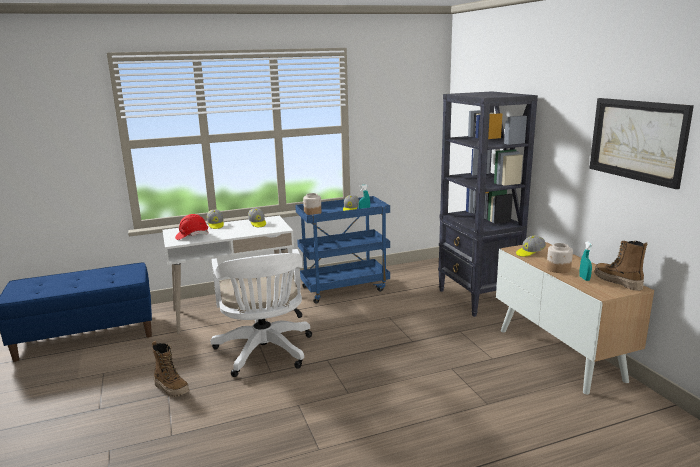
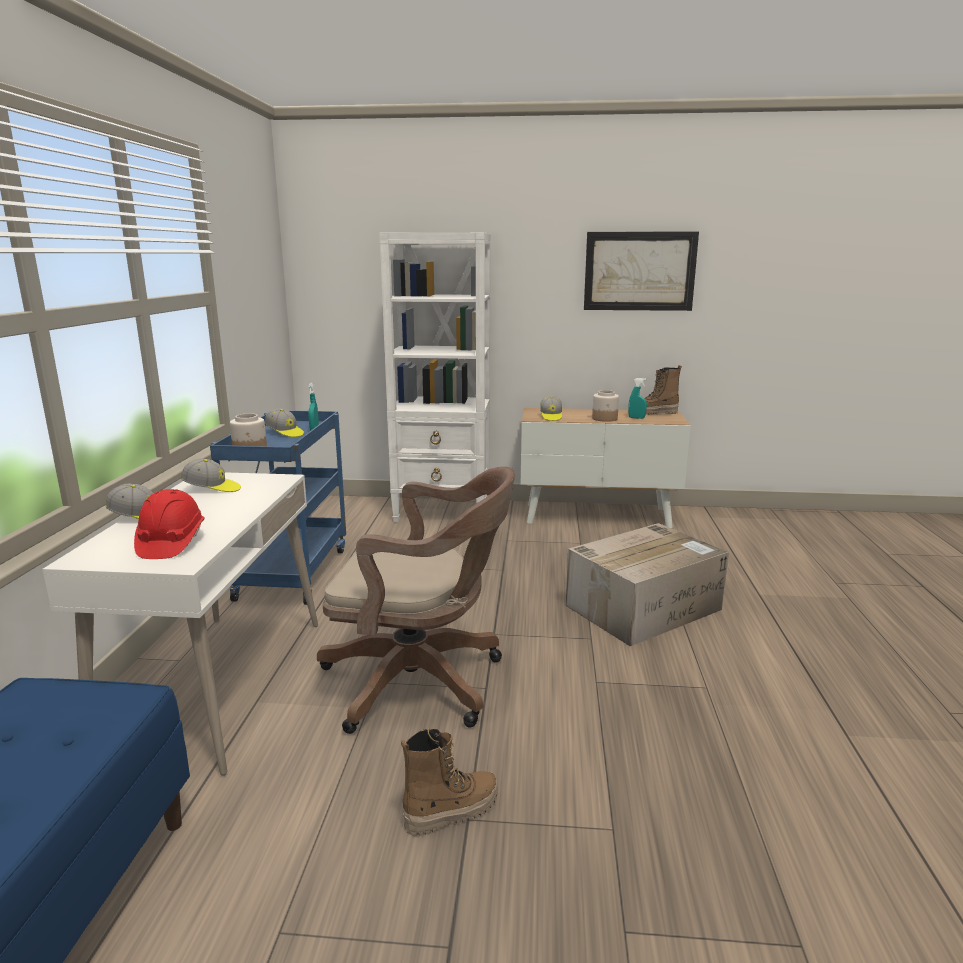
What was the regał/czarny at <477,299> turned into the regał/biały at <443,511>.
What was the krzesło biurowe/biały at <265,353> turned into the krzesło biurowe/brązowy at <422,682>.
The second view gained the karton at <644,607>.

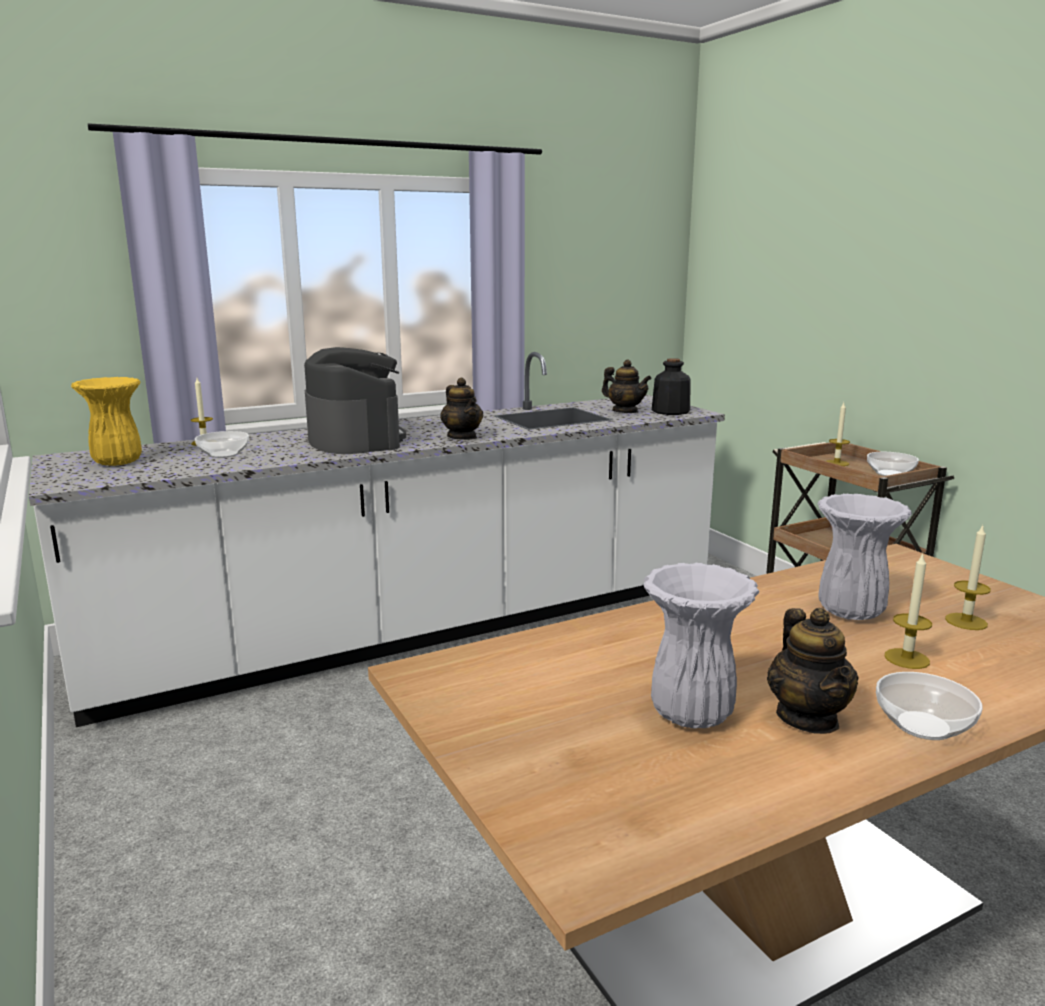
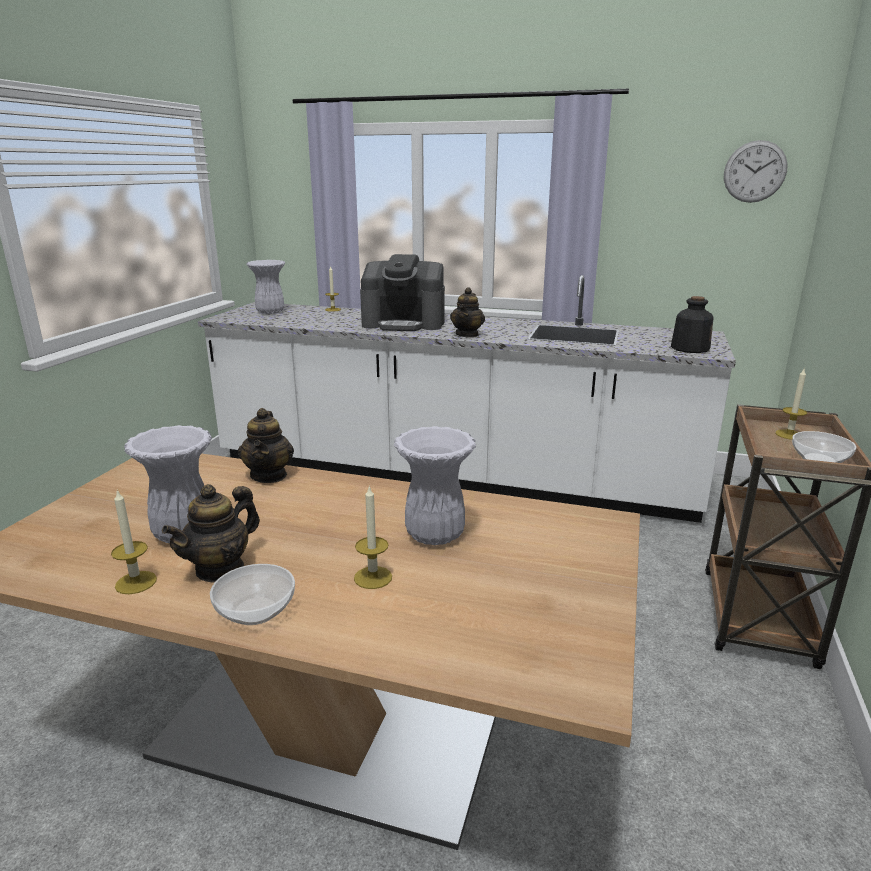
The ekspres do kawy at <355,440> ended up facing another way, 75 degrees clockwise from before.
The imbryk ended up elsewhere, having gone from <625,411> to <269,475>.
What was the wazon/żółty at <117,462> turned into the wazon/biały at <270,312>.
The second view lost the miska at <224,454>.
The świeca ended up elsewhere, having gone from <966,621> to <136,582>.
The second view gained the zegar ścienny at <755,171>.

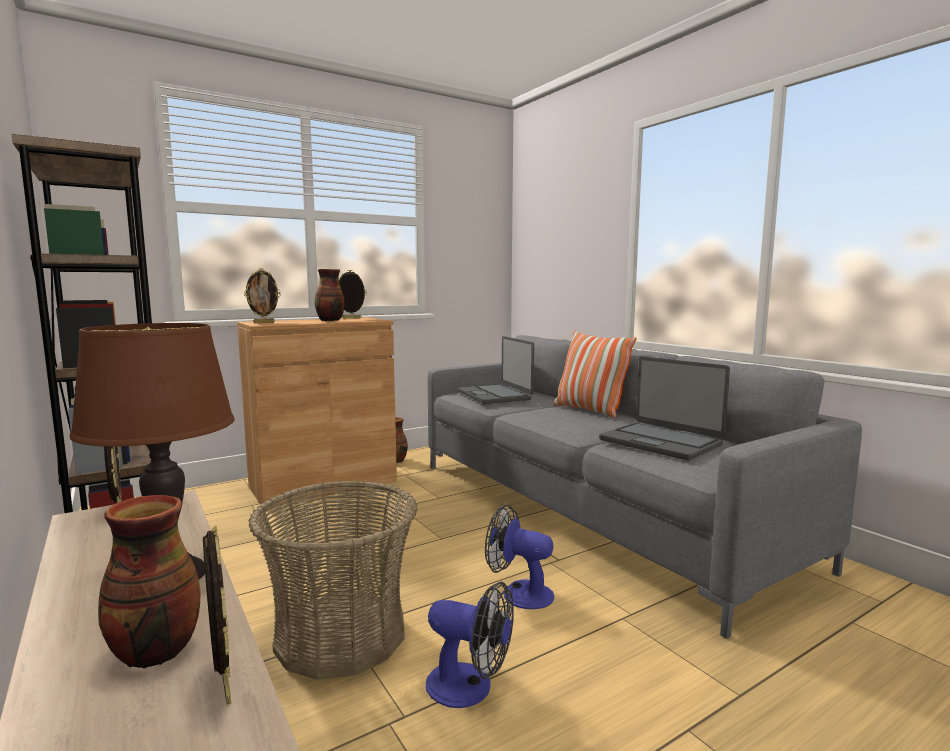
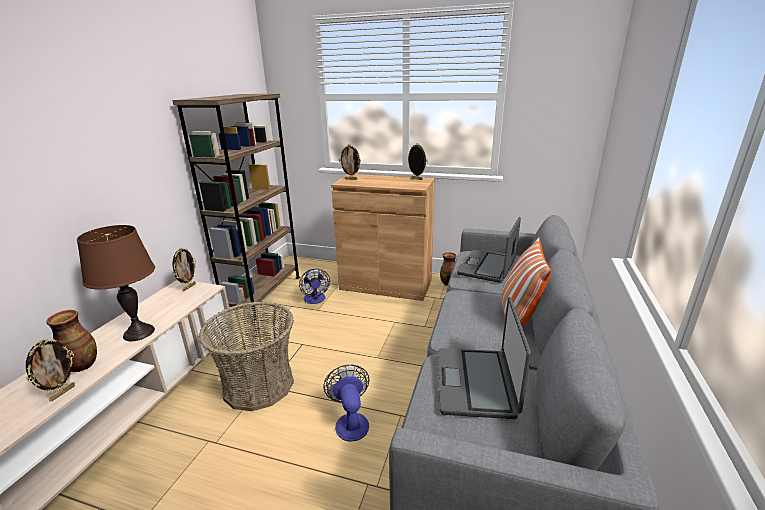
The second view lost the wazon at <329,320>.
The wentylator ended up elsewhere, having gone from <470,688> to <315,300>.

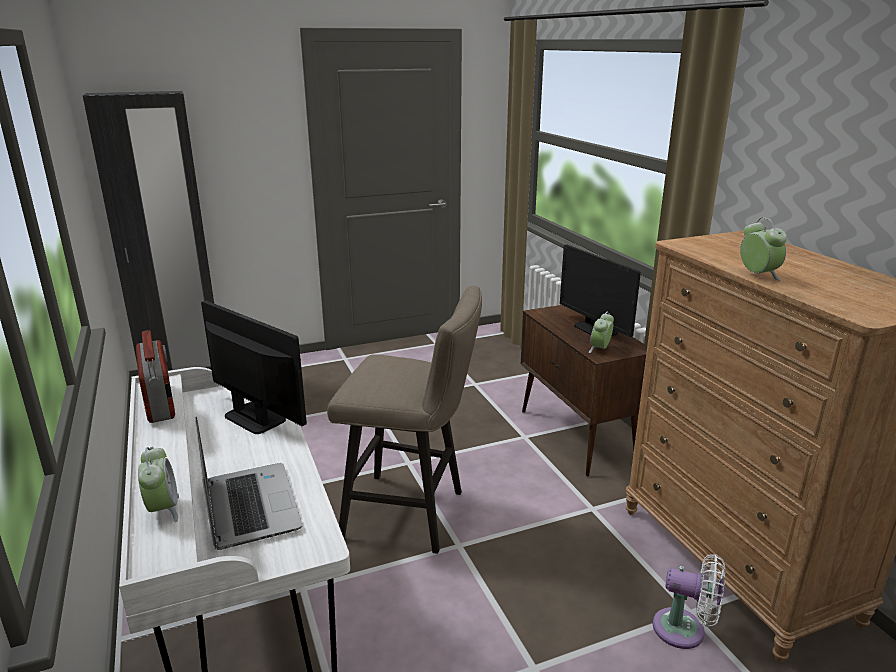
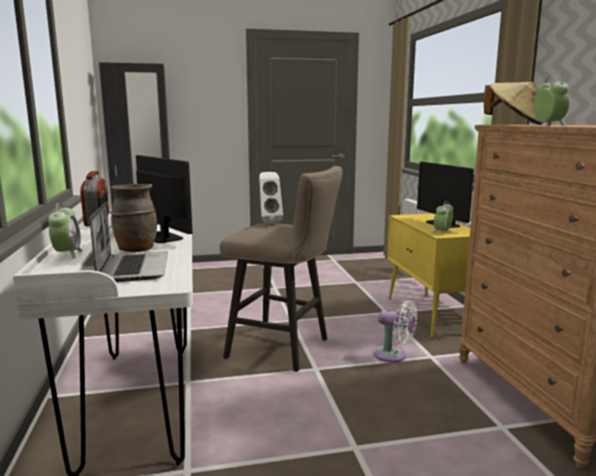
What was the szafka/brązowy at <577,436> turned into the szafka/żółty at <429,315>.
The wentylator/biały ended up elsewhere, having gone from <684,630> to <393,355>.
The second view gained the kapelusz/beżowy at <513,124>.
The second view gained the głośnik/biały at <269,223>.
The second view gained the wazon/brązowy at <136,250>.

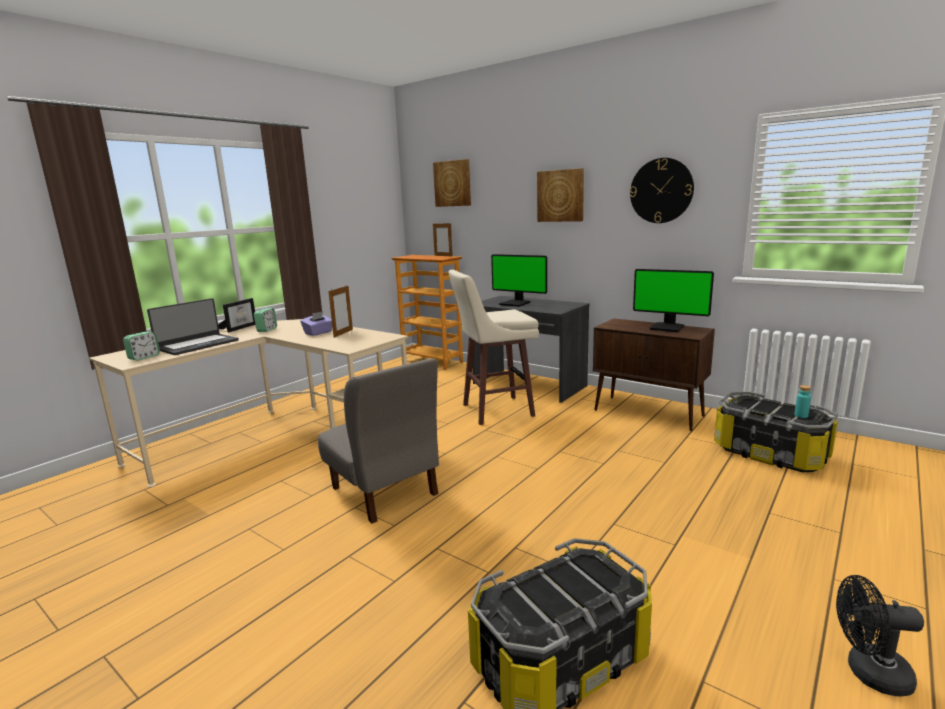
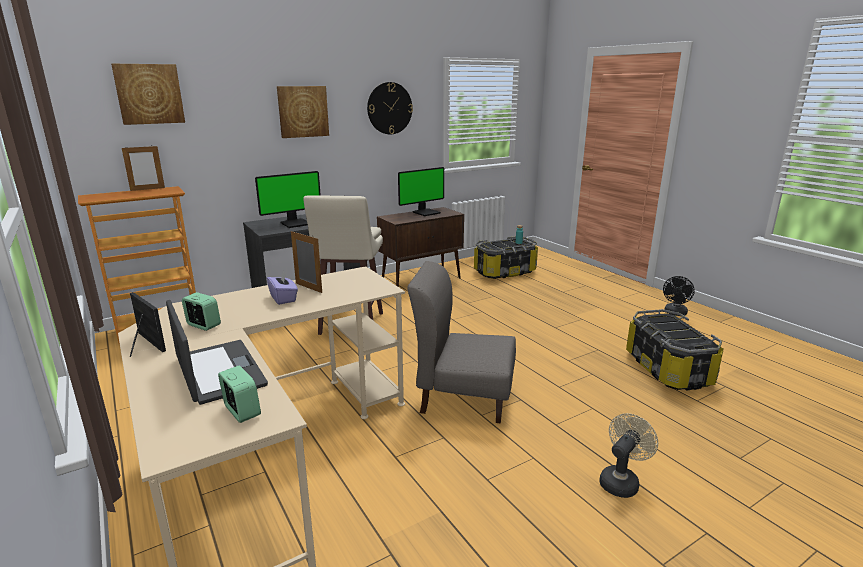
The krzesło/szary at <384,491> ended up facing another way, 150 degrees counterclockwise from before.
The second view gained the wentylator/beżowy at <621,481>.

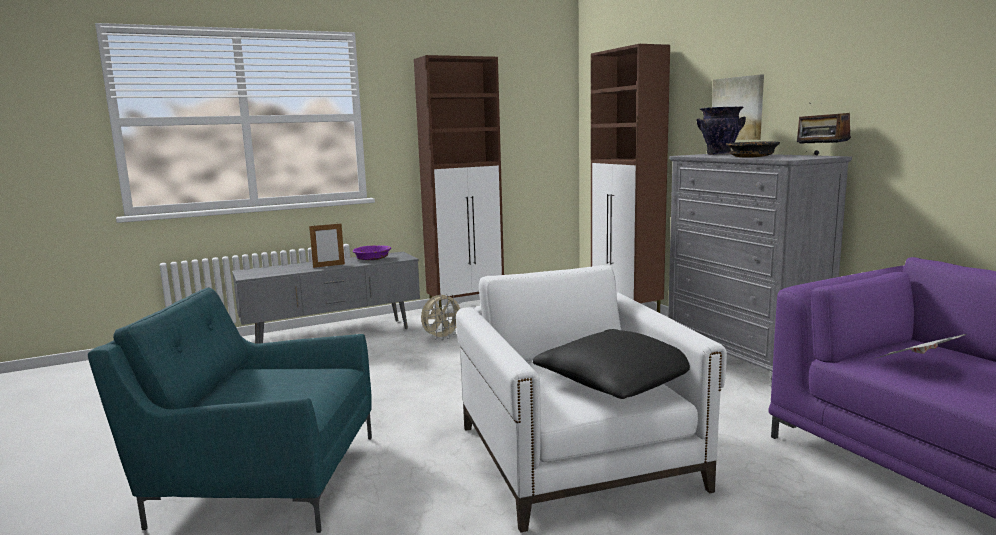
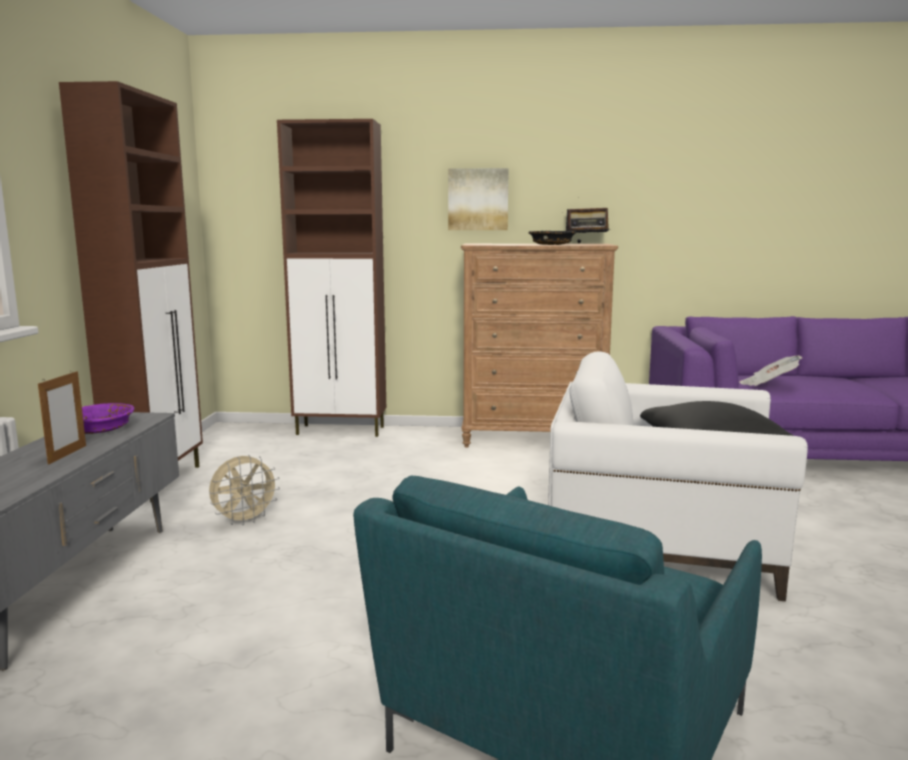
The second view lost the wazon at <719,154>.
What was the komoda/szary at <742,361> turned into the komoda/brązowy at <533,439>.
The wentylator/beżowy at <442,338> ended up facing another way, 60 degrees clockwise from before.

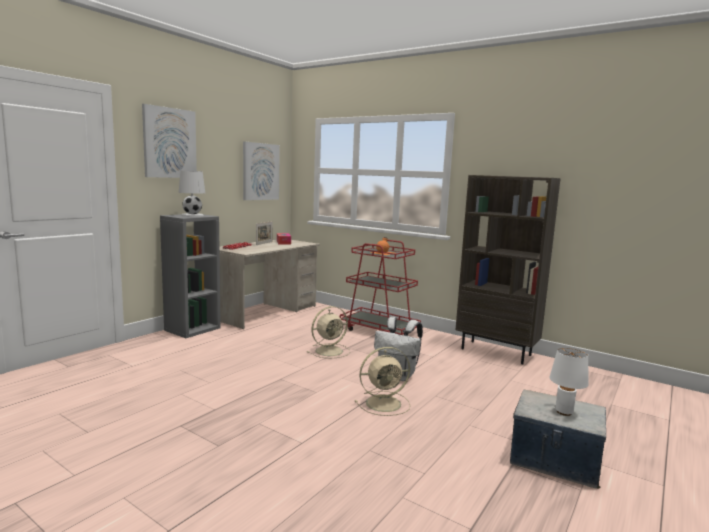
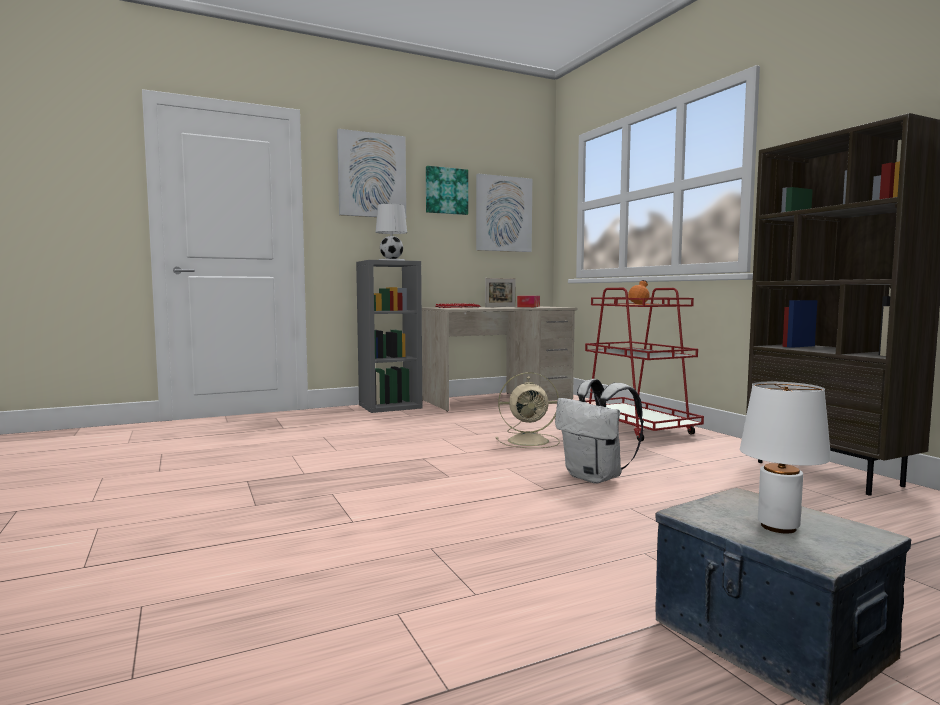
The second view lost the wentylator/beżowy at <385,403>.
The second view gained the obraz at <446,191>.

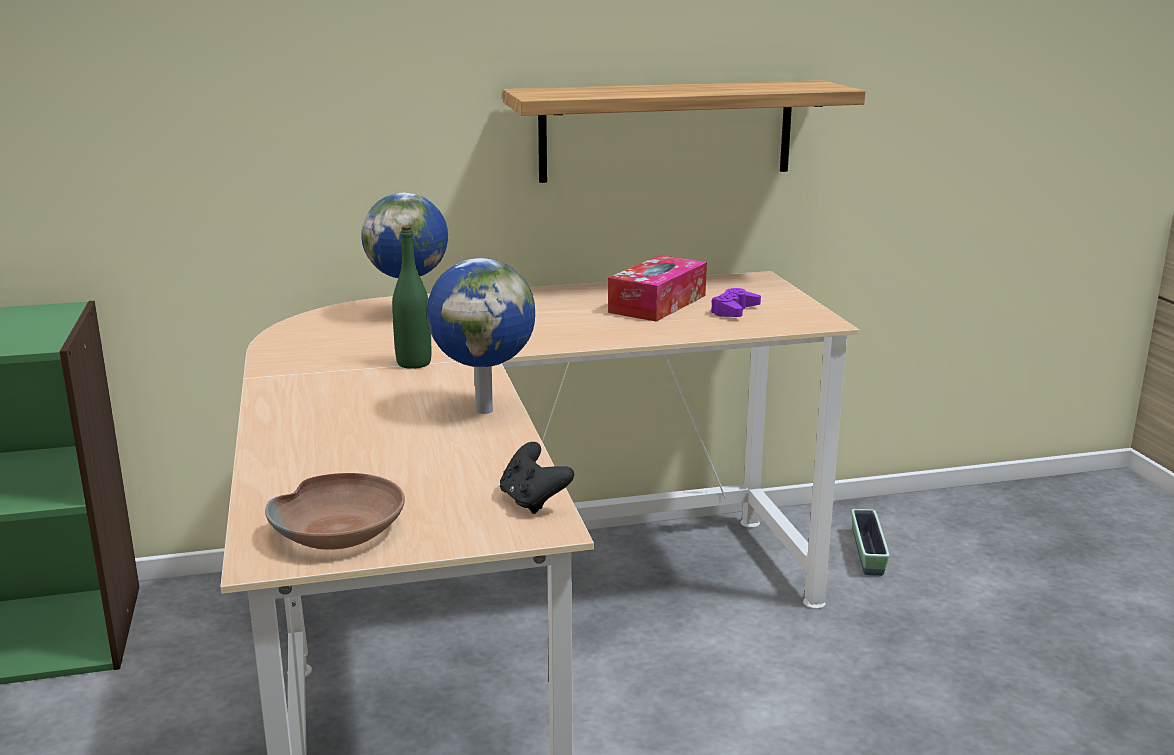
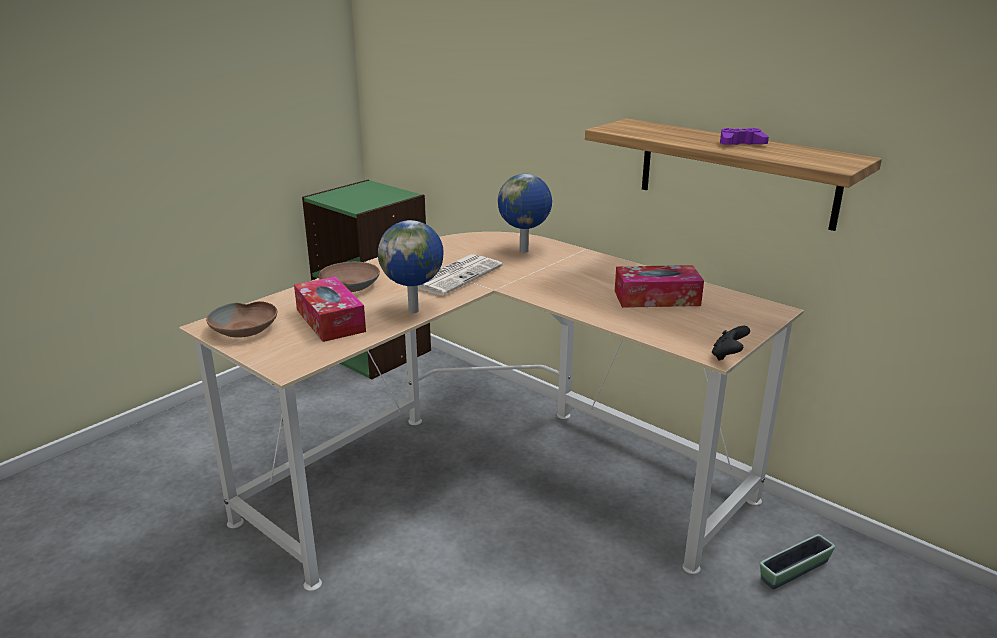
Where the butelka/zielony stood at <414,363>, the gazeta came to stand at <455,275>.
The pad do gier/fioletowy ended up elsewhere, having gone from <734,311> to <741,144>.
The pad do gier/czarny ended up elsewhere, having gone from <533,501> to <728,356>.
The second view gained the miska/brązowy at <349,285>.
The second view gained the pudełko chusteczek at <330,320>.

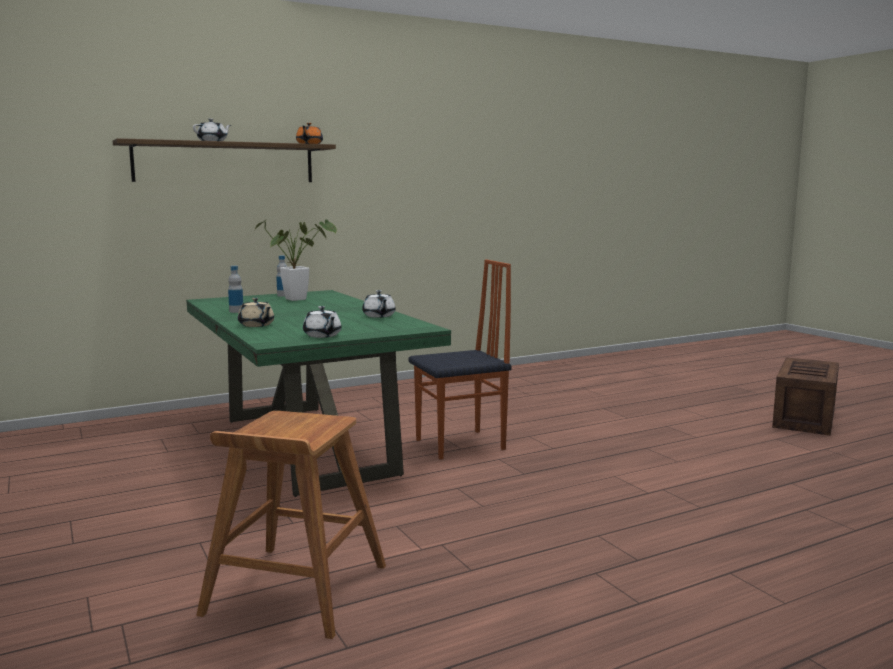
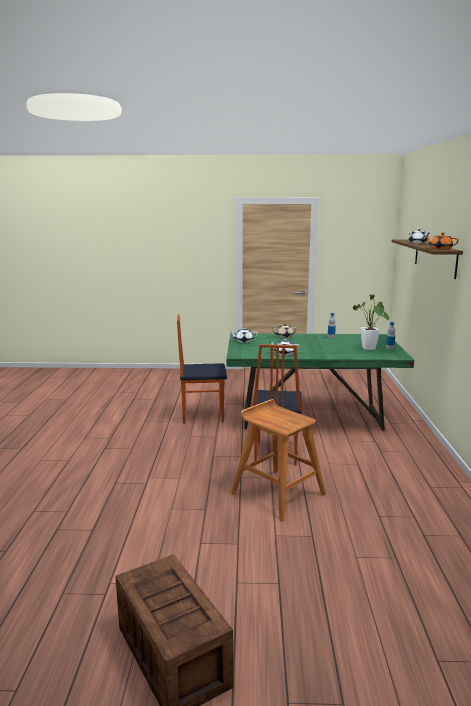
The stołek/brązowy ended up elsewhere, having gone from <295,590> to <277,493>.
The second view gained the krzesło at <202,415>.

